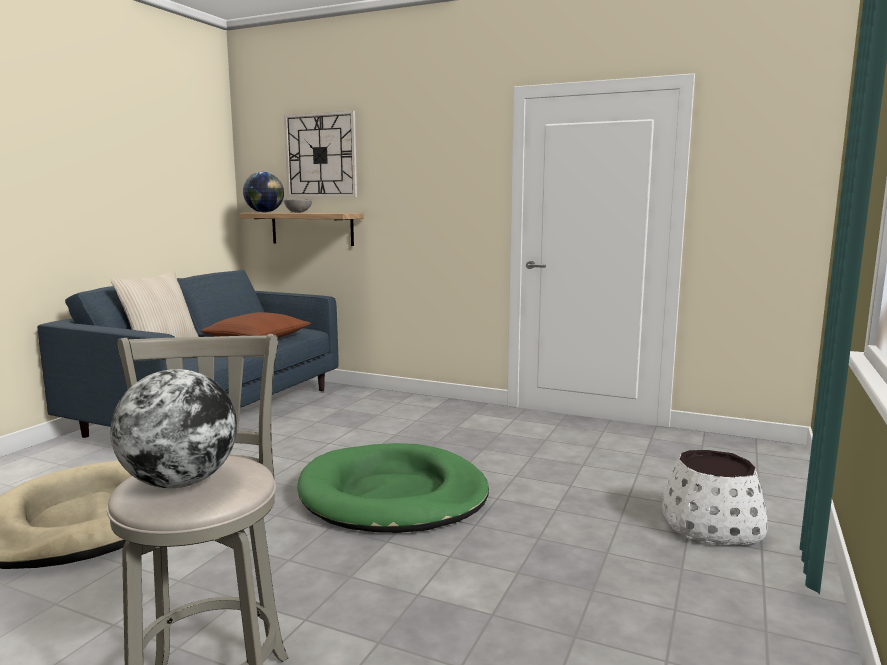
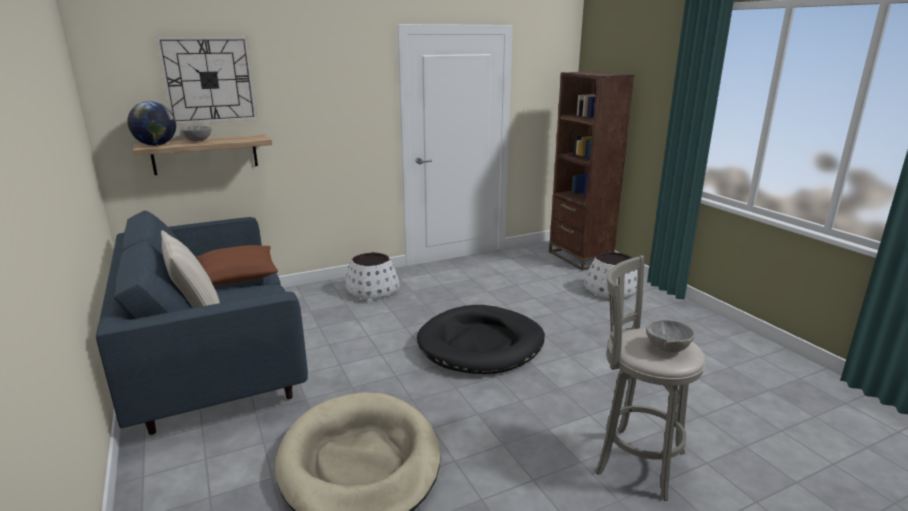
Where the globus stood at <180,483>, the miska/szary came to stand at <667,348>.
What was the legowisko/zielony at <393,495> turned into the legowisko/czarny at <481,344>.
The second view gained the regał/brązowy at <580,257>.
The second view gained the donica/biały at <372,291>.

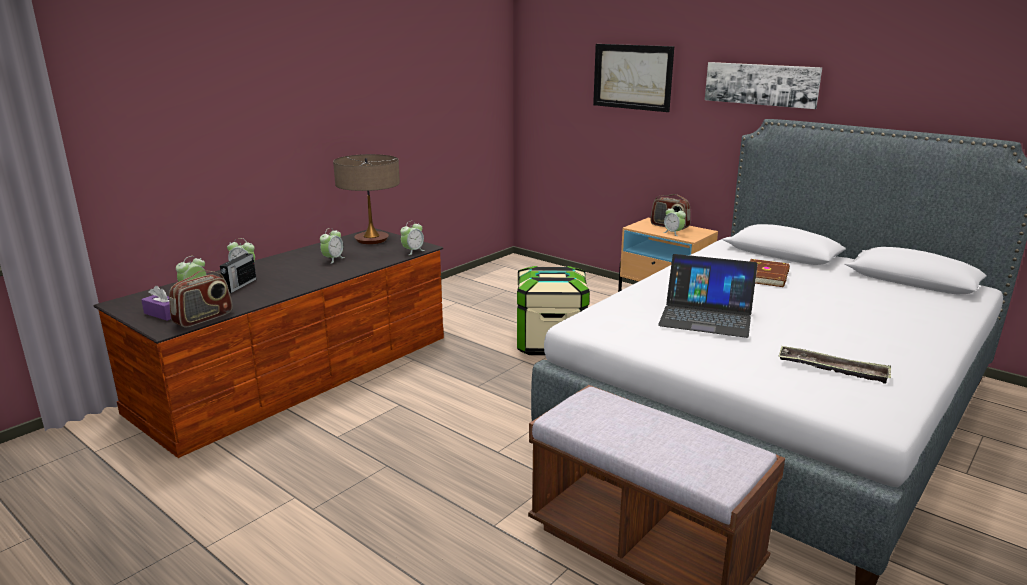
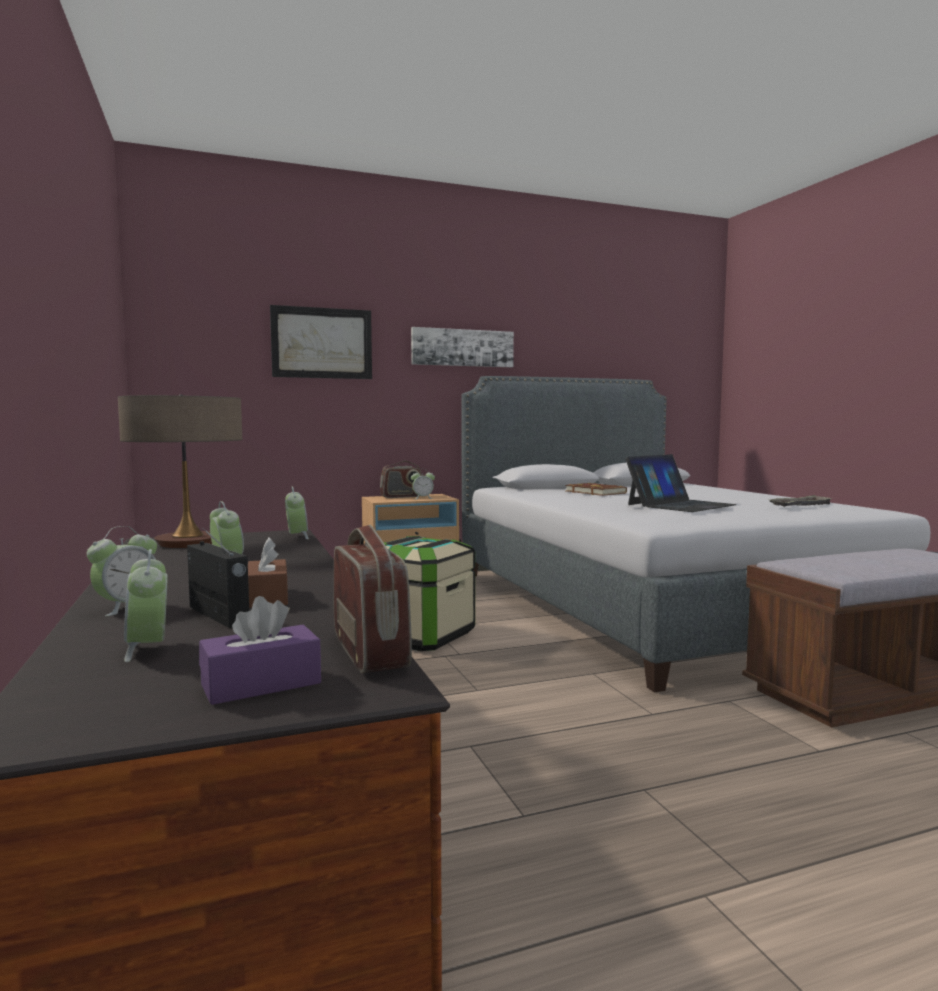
The second view gained the pudełko chusteczek/brązowy at <267,597>.

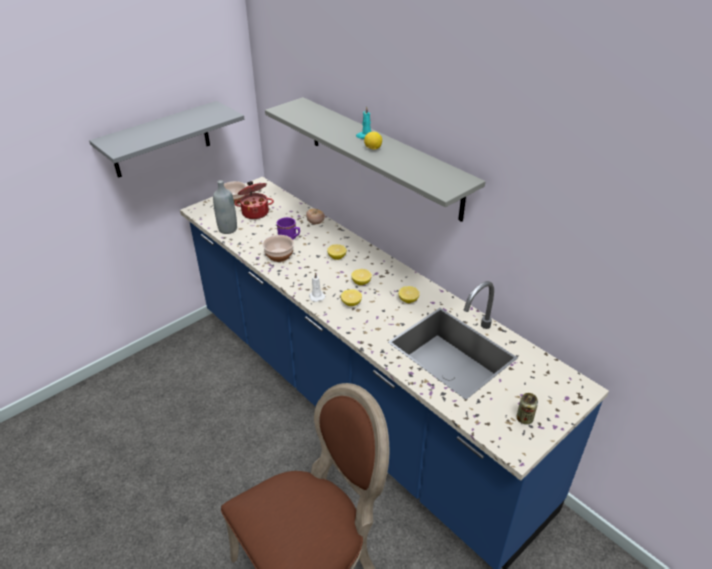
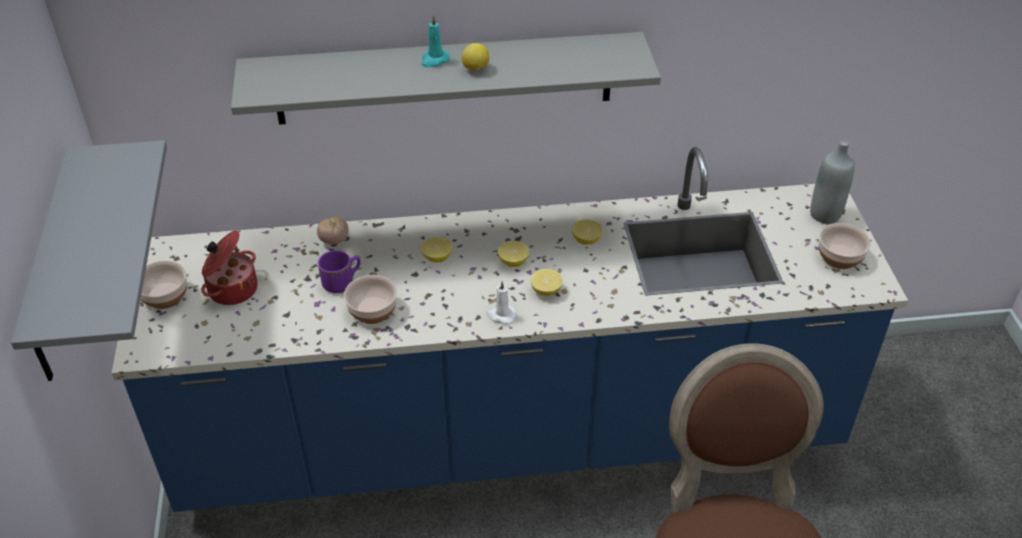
The butelka/szary ended up elsewhere, having gone from <228,229> to <825,214>.
Where the puszka stood at <524,419>, the miska came to stand at <839,257>.

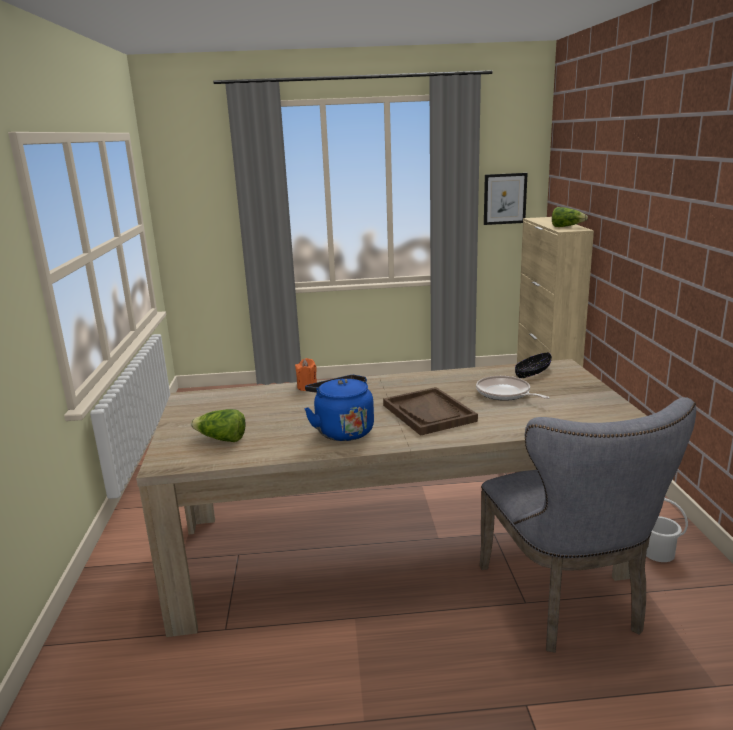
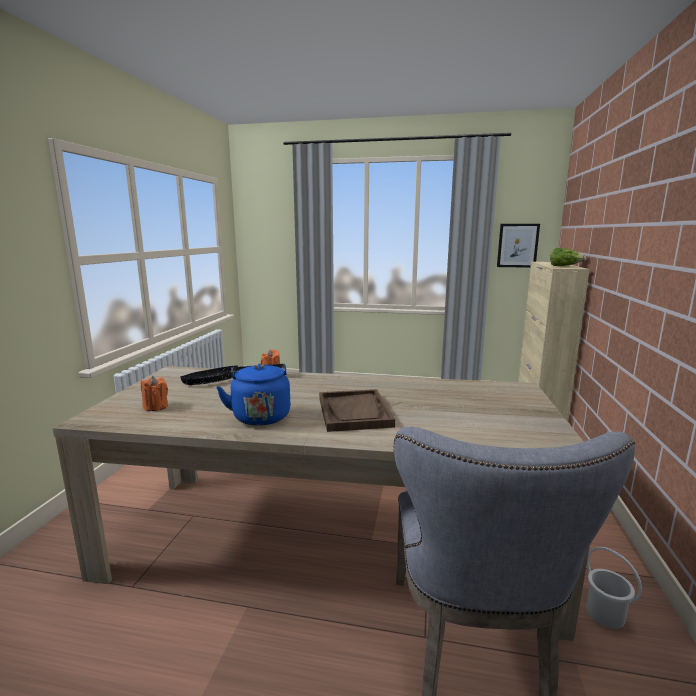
The miska/czarny ended up elsewhere, having gone from <532,372> to <211,381>.
The second view lost the patelnia at <505,393>.
Where the sałata stood at <221,439>, the świeca/pomarańczowy came to stand at <156,407>.

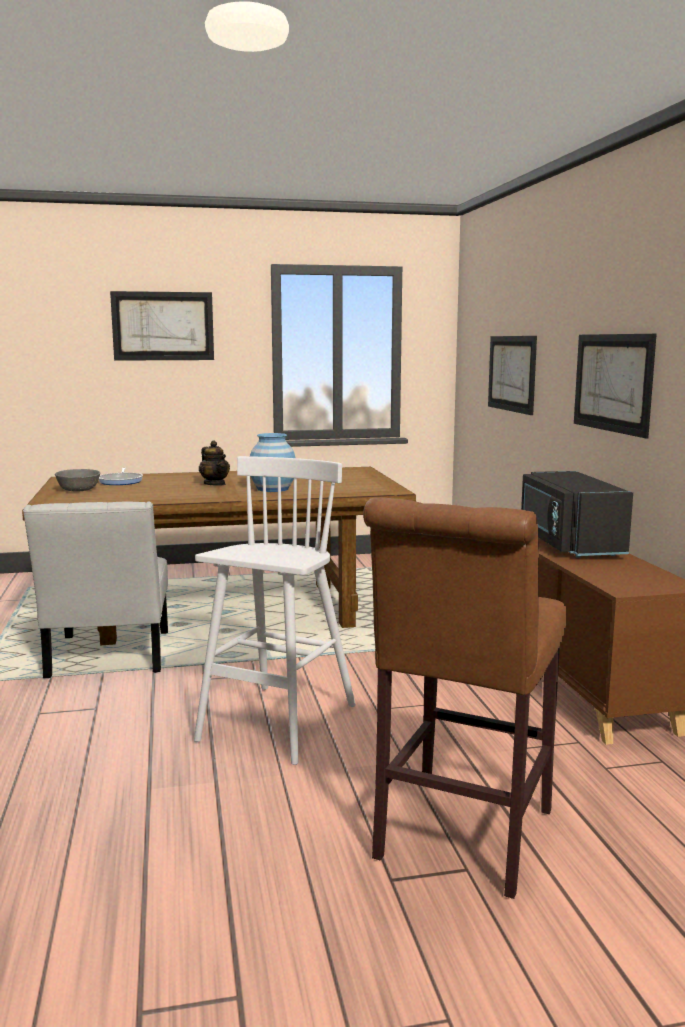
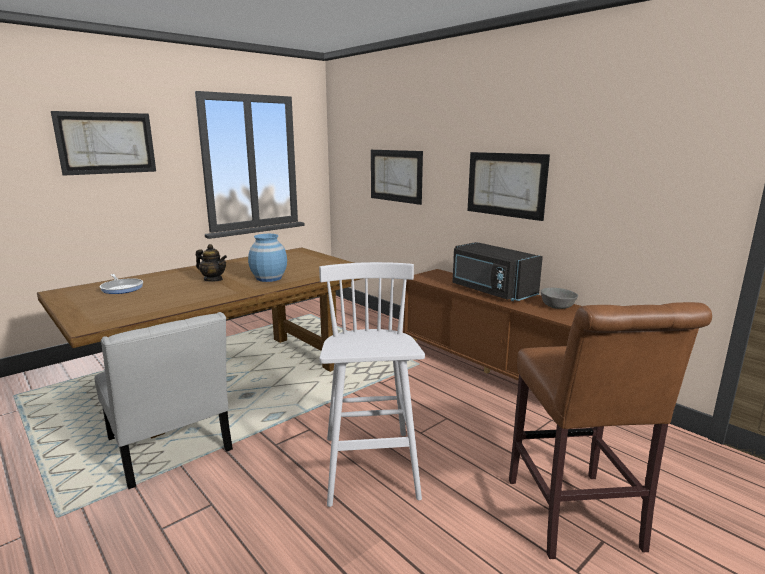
The miska/szary ended up elsewhere, having gone from <79,490> to <557,306>.

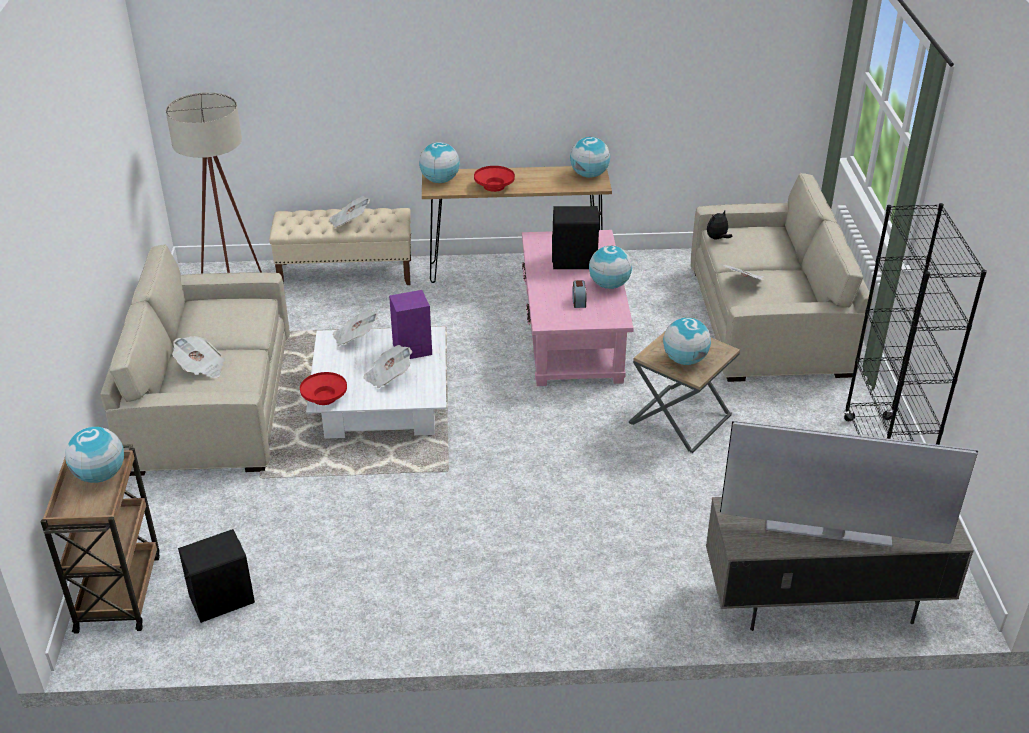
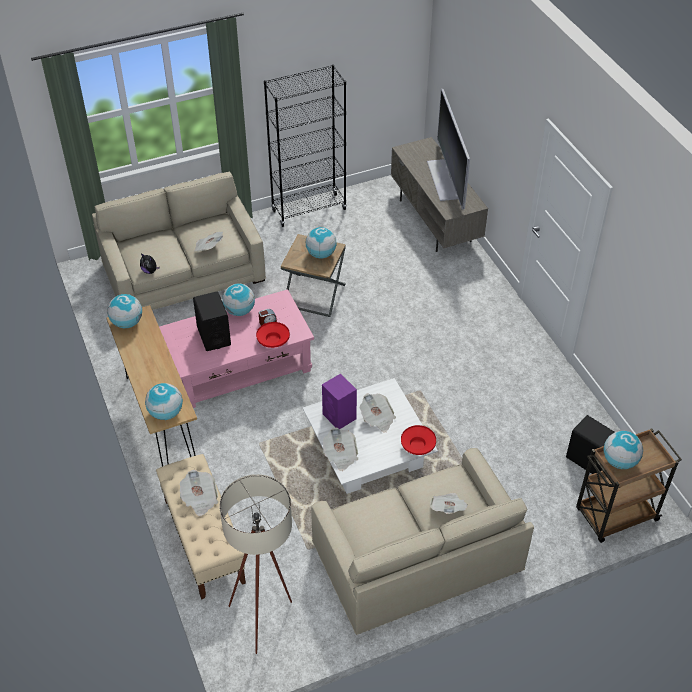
The miska/czerwony ended up elsewhere, having gone from <494,186> to <273,341>.

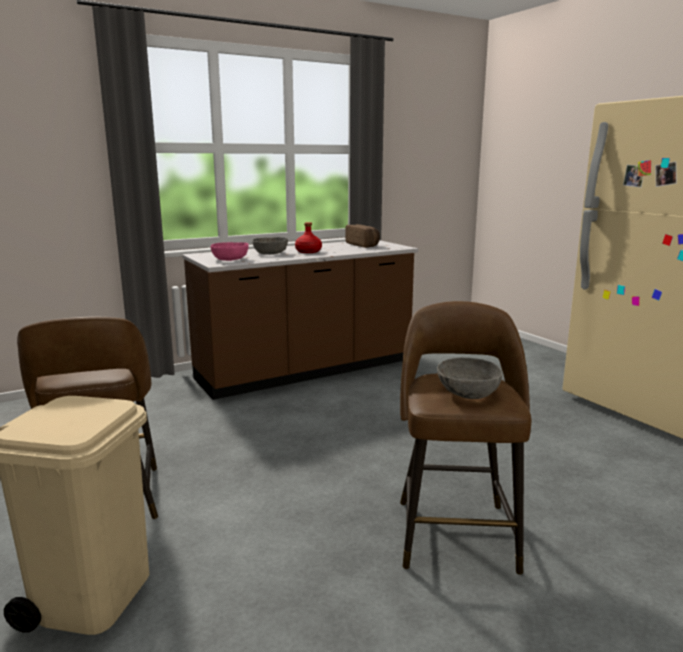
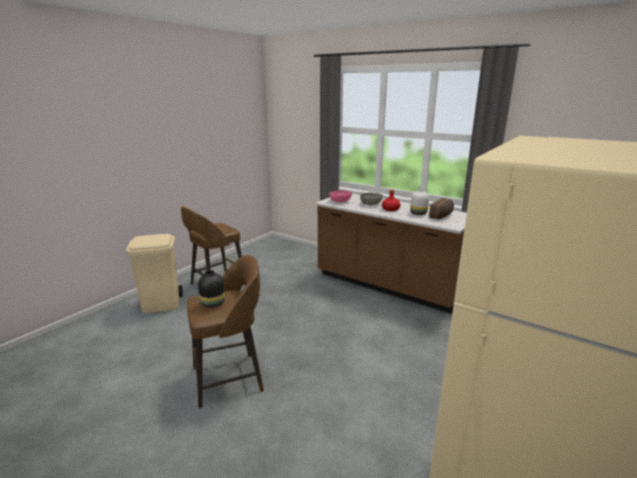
Where the miska/szary stood at <468,392>, the wazon/czarny came to stand at <212,304>.
The second view gained the wazon/biały at <418,213>.

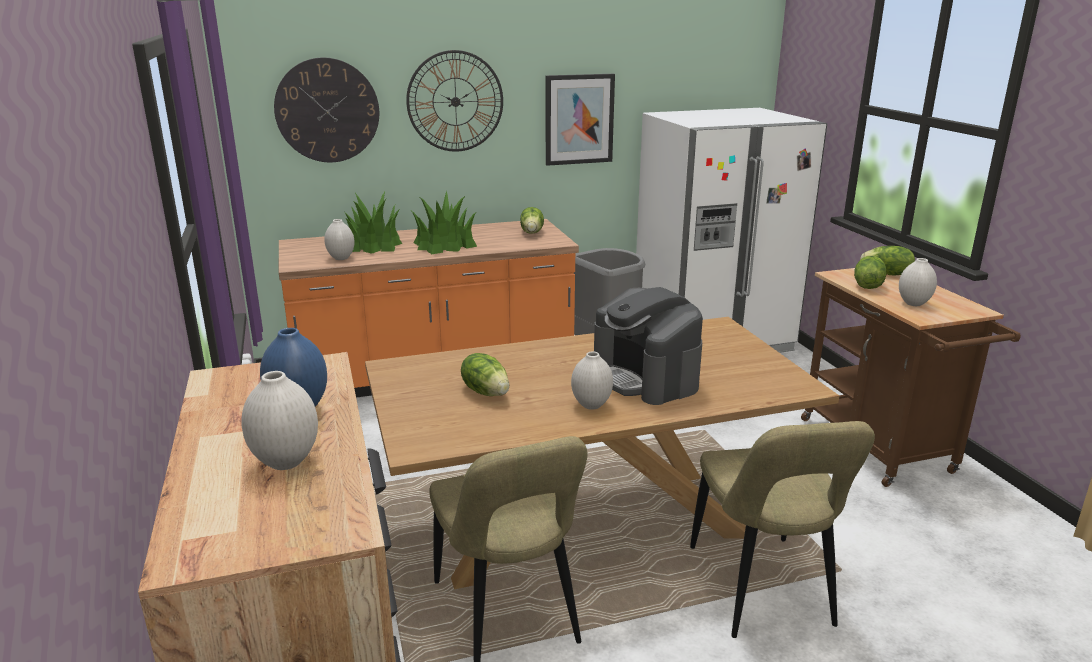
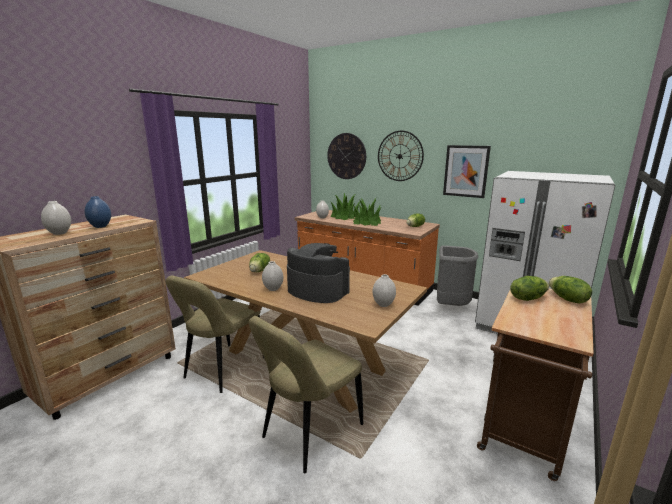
The wazon/biały ended up elsewhere, having gone from <913,303> to <383,304>.
The ekspres do kawy at <645,378> ended up facing another way, 105 degrees clockwise from before.

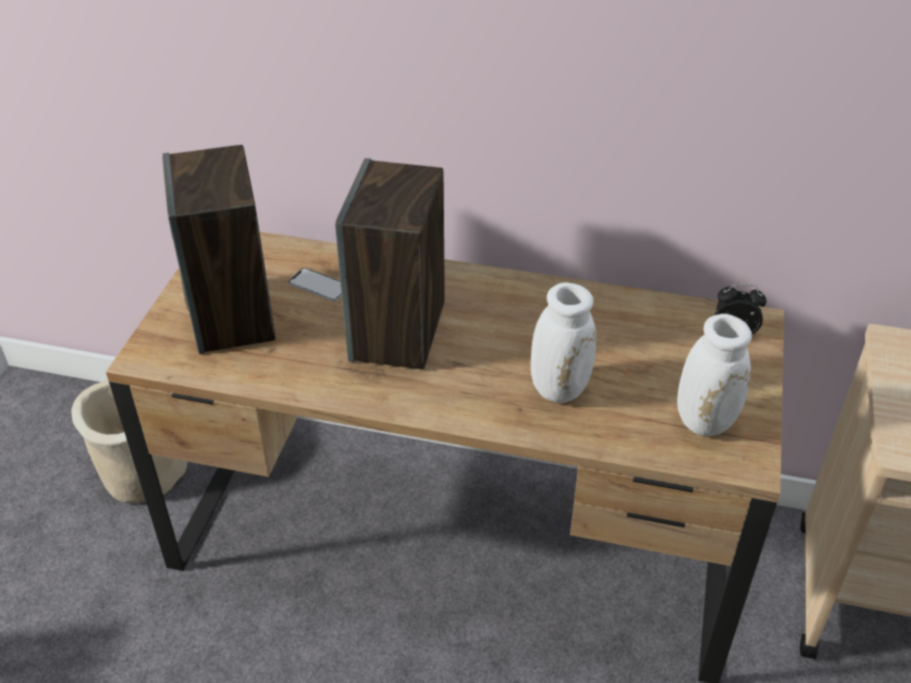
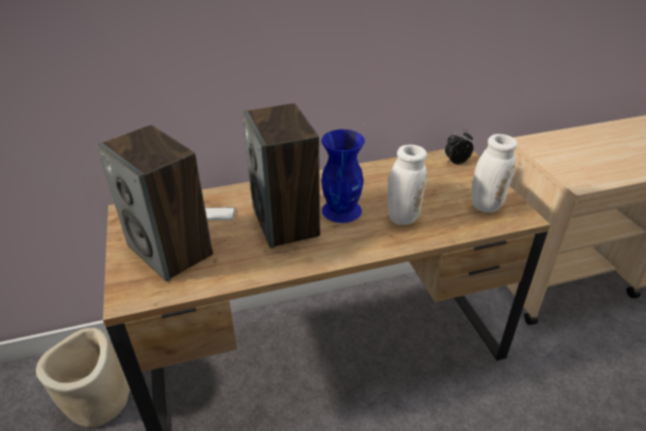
The second view gained the wazon/niebieski at <342,210>.

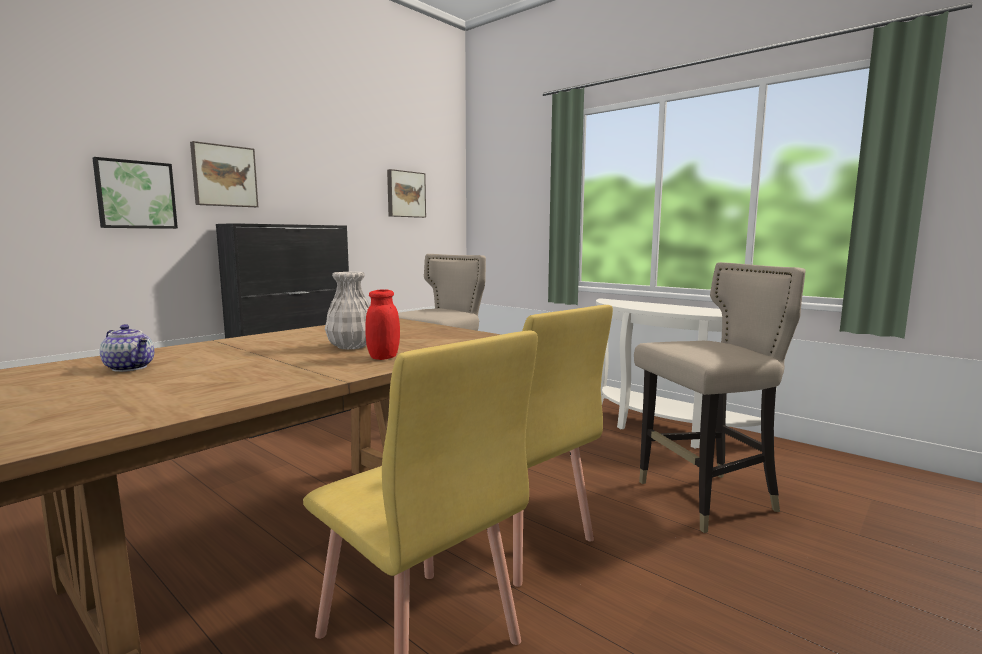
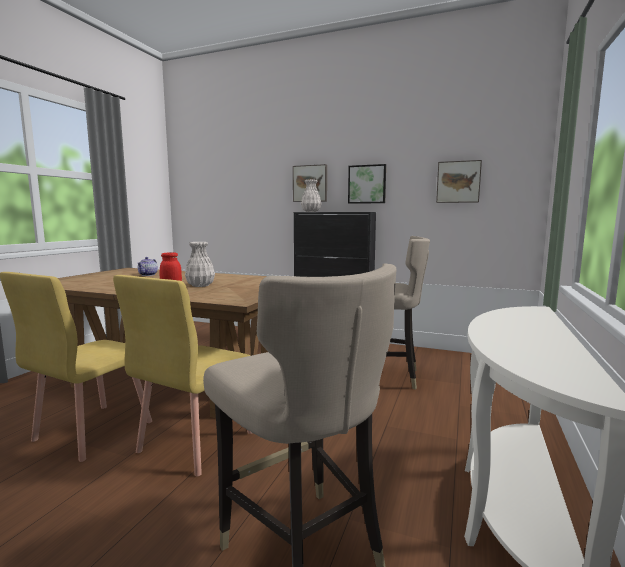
The obraz ended up elsewhere, having gone from <135,195> to <367,184>.
The second view gained the wazon/biały at <311,211>.

